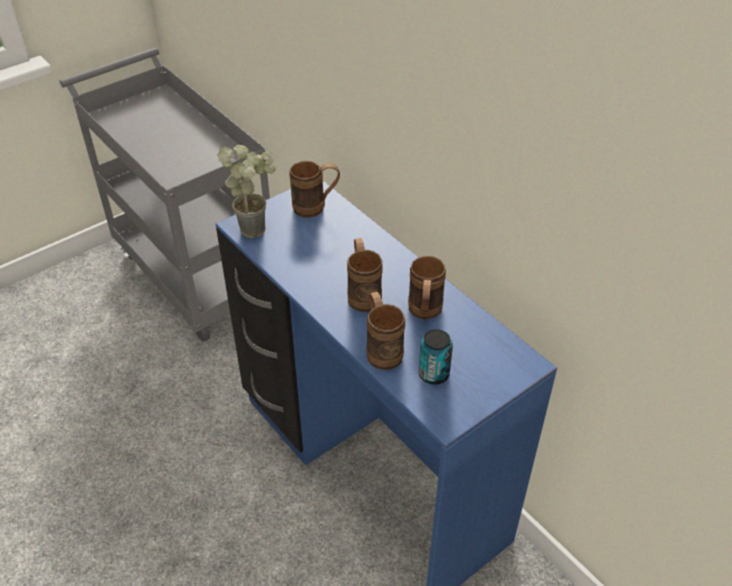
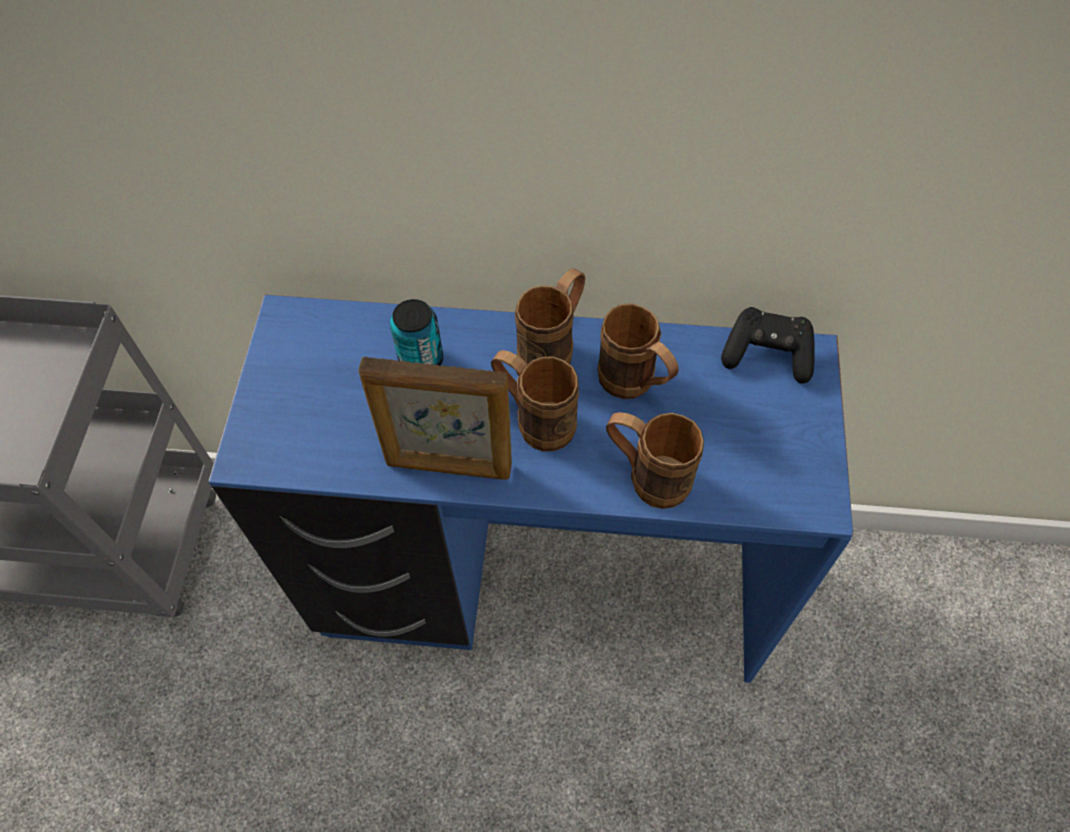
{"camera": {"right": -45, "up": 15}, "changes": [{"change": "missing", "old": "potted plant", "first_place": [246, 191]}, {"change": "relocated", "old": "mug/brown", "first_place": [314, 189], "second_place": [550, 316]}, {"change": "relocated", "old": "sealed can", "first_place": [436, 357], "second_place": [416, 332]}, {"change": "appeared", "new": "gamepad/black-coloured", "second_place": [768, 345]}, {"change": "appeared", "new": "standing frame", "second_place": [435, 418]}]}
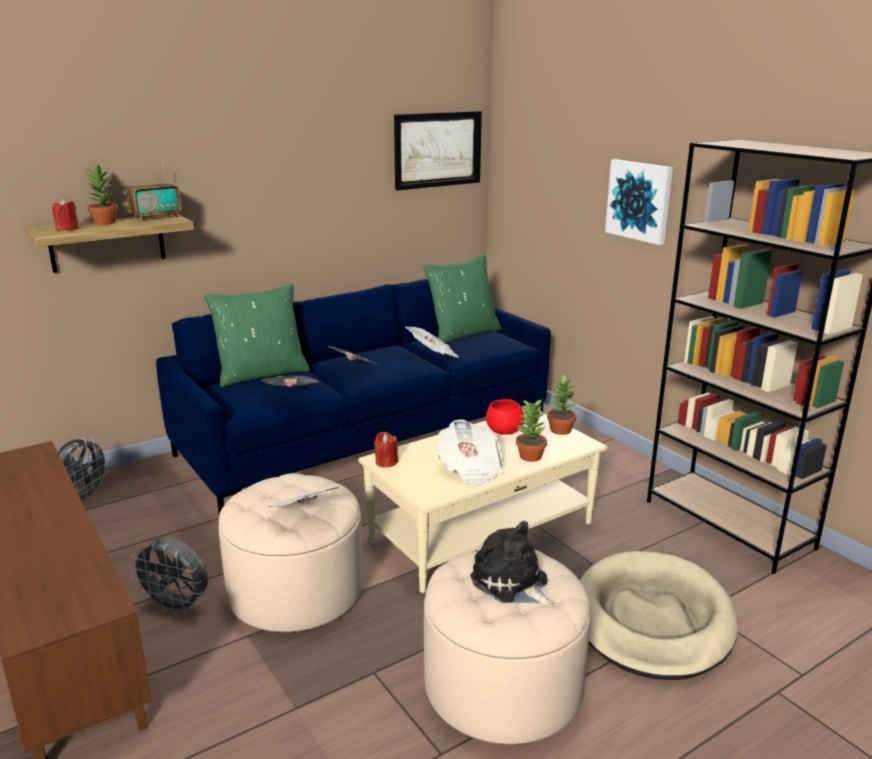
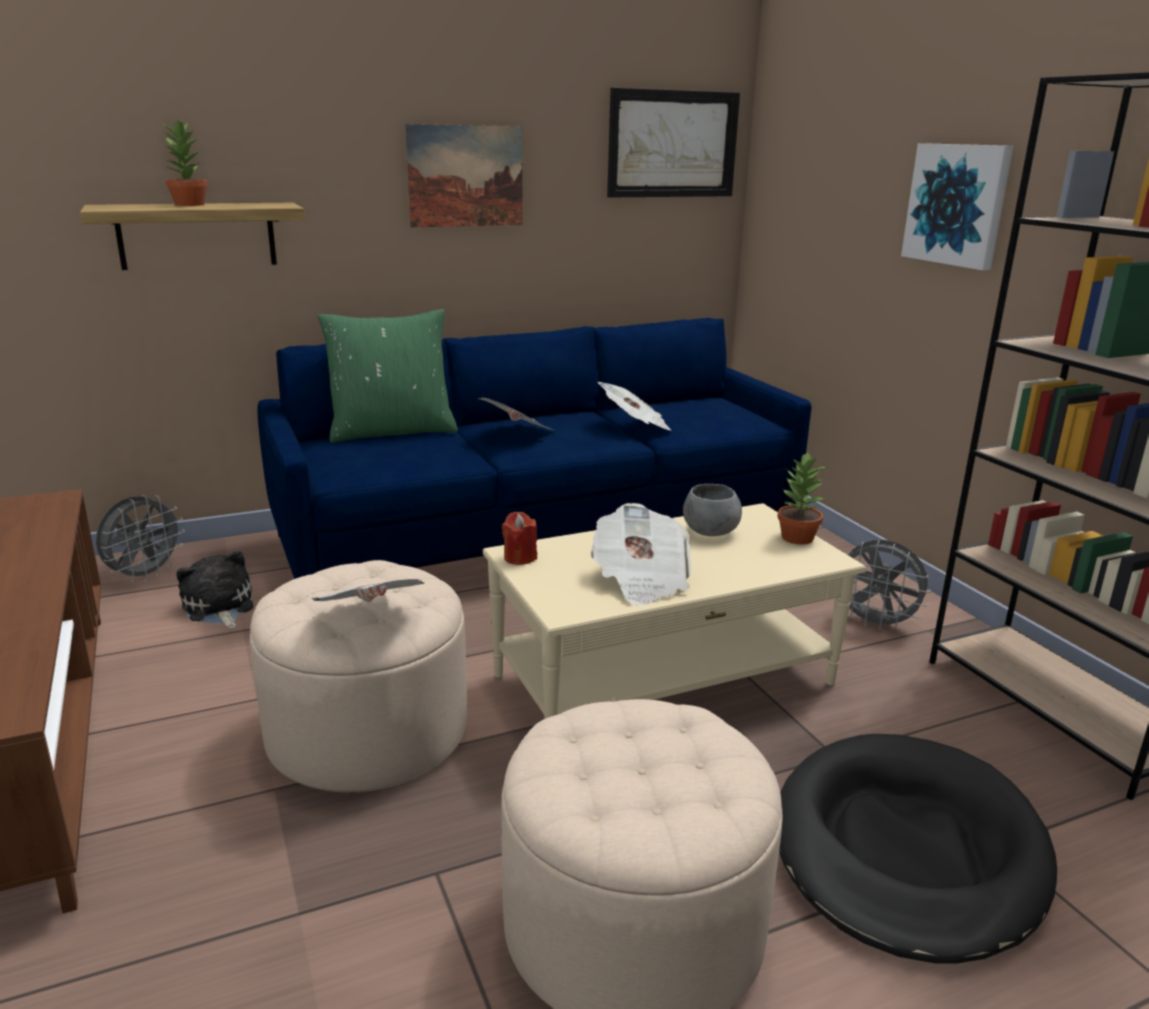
{"camera": {"right": 10, "up": 0}, "changes": [{"change": "missing", "old": "radio set", "first_place": [154, 190]}, {"change": "missing", "old": "candle/reddish", "first_place": [65, 215]}, {"change": "missing", "old": "pillow/green", "first_place": [462, 299]}, {"change": "missing", "old": "daily paper", "first_place": [290, 381]}, {"change": "colour", "old": "deep dish/reddish", "new": "deep dish/greyish", "first_place": [505, 417], "second_place": [712, 510]}, {"change": "missing", "old": "potted plant", "first_place": [532, 430]}, {"change": "relocated", "old": "soft toy", "first_place": [512, 564], "second_place": [215, 590]}, {"change": "relocated", "old": "cooling fan/greyish", "first_place": [168, 576], "second_place": [889, 585]}, {"change": "colour", "old": "dog cushion/sand-coloured", "new": "dog cushion/black-coloured", "first_place": [659, 615], "second_place": [918, 849]}, {"change": "appeared", "new": "wall art", "second_place": [464, 175]}]}
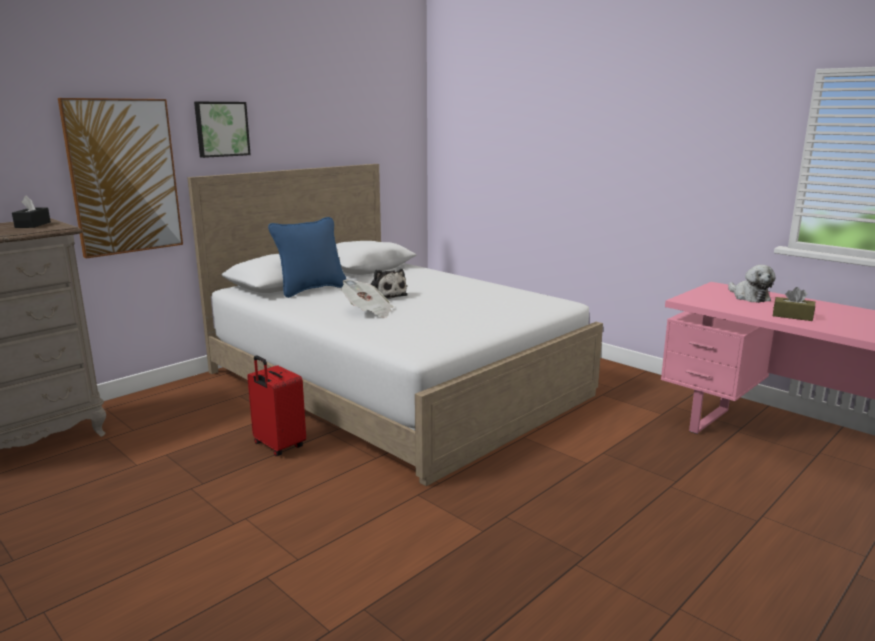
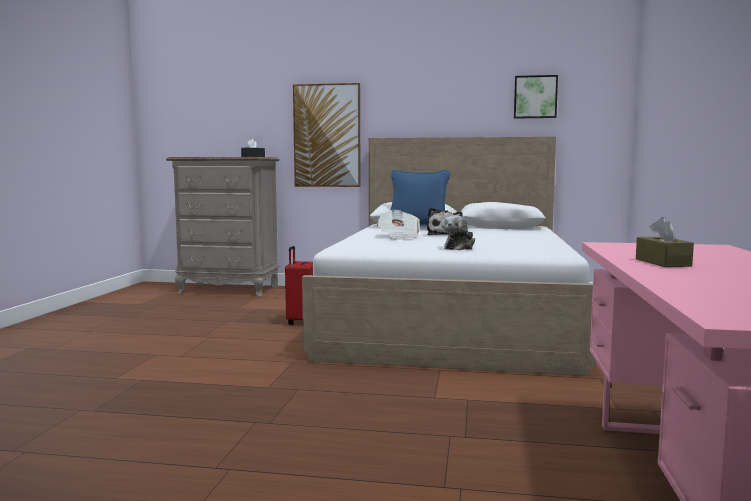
{"camera": {"right": 55, "up": -10}, "changes": [{"change": "relocated", "old": "wall art", "first_place": [222, 130], "second_place": [536, 97]}, {"change": "relocated", "old": "soft toy", "first_place": [751, 284], "second_place": [459, 232]}]}
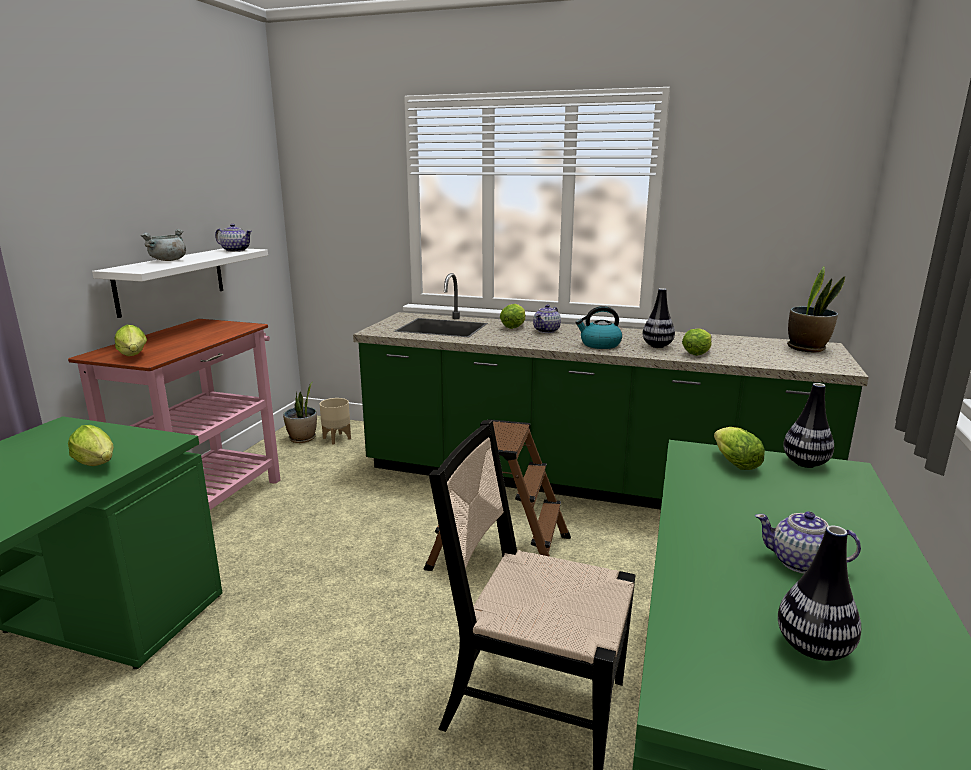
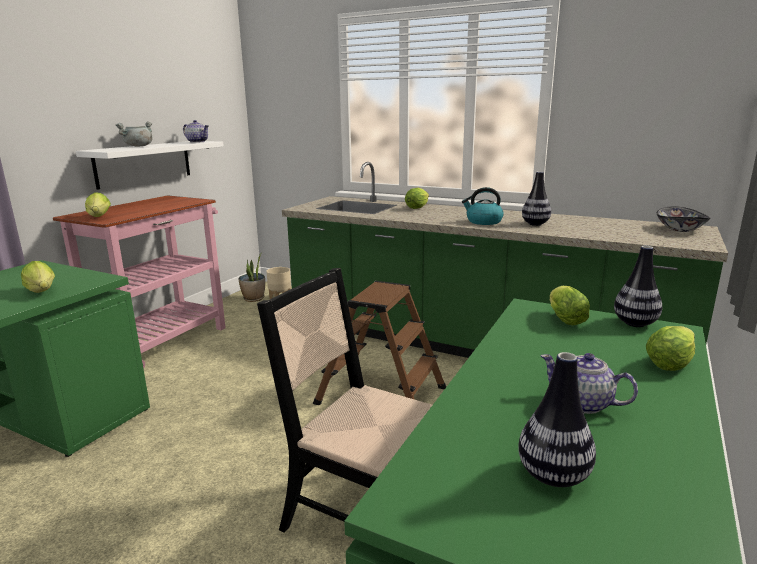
{"camera": {"right": 10, "up": 0}, "changes": [{"change": "exchanged", "old": "potted plant", "new": "deep dish", "first_place": [816, 310], "second_place": [683, 219]}, {"change": "missing", "old": "pot for tea", "first_place": [547, 318]}, {"change": "relocated", "old": "head of lettuce", "first_place": [697, 342], "second_place": [670, 348]}]}
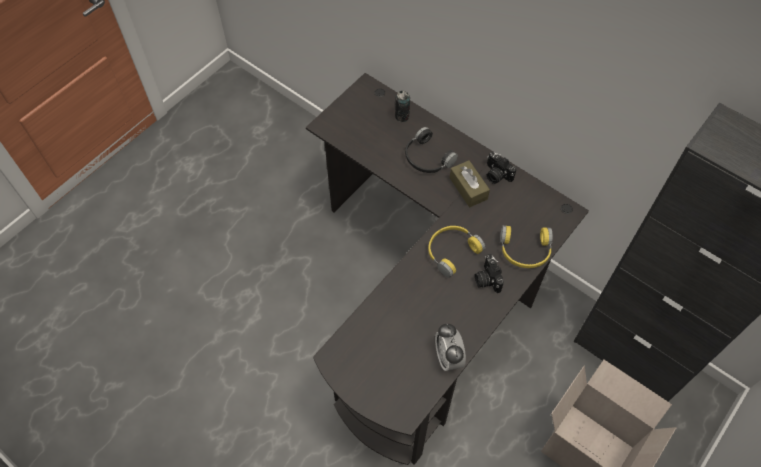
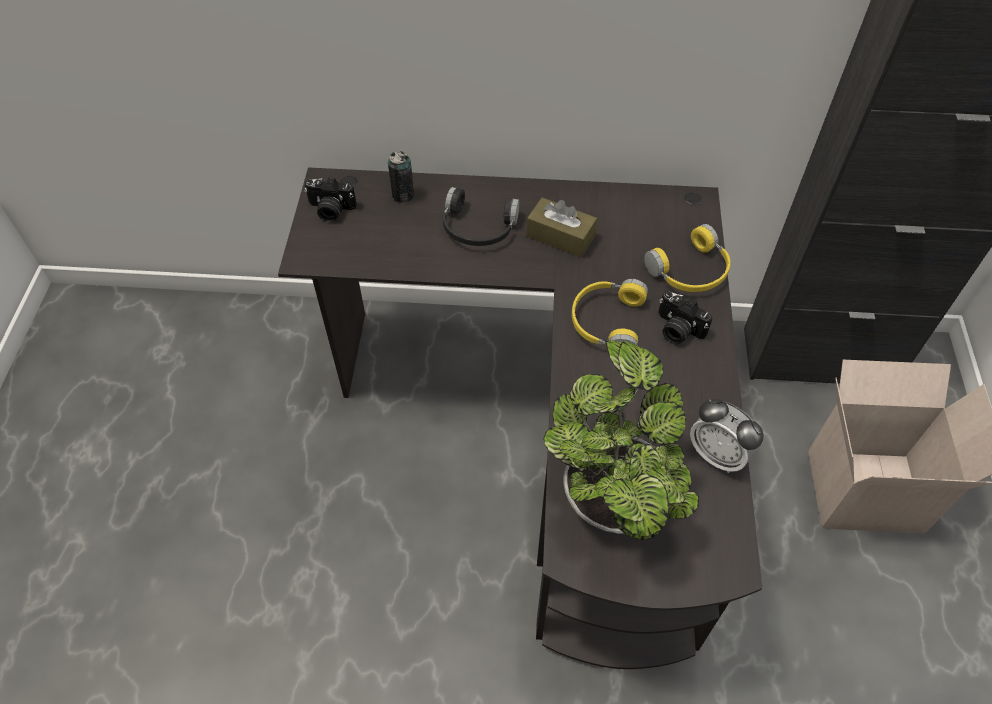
{"camera": {"right": -35, "up": -5}, "changes": [{"change": "relocated", "old": "still camera", "first_place": [501, 168], "second_place": [330, 199]}, {"change": "appeared", "new": "potted plant", "second_place": [621, 440]}]}
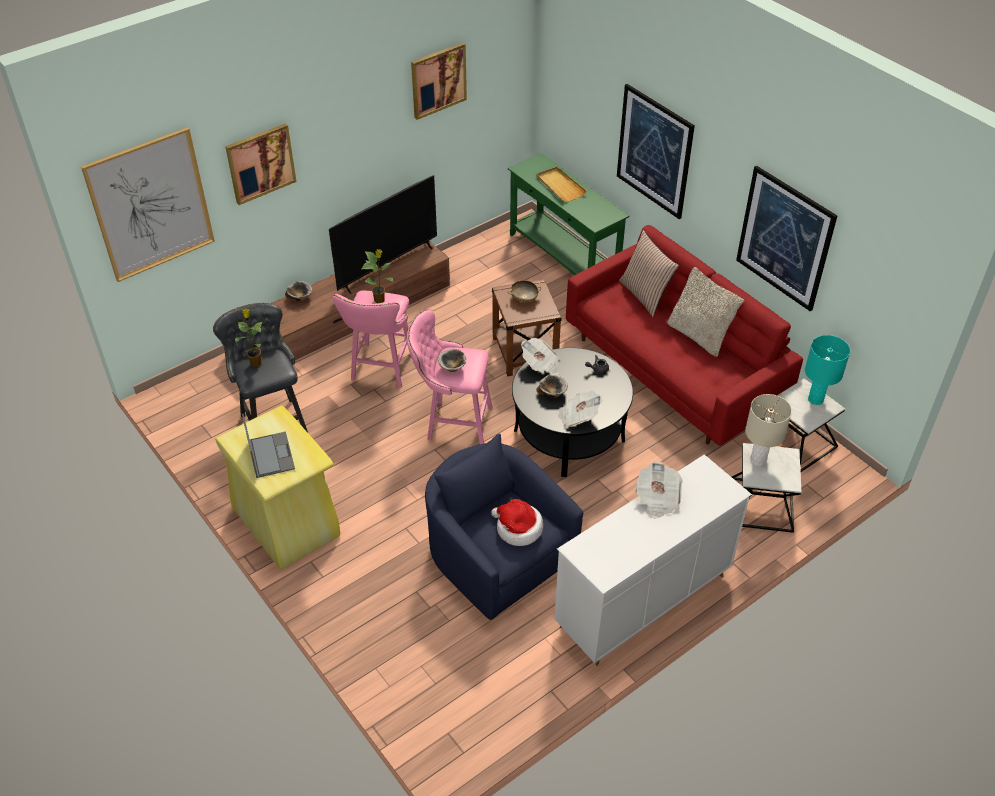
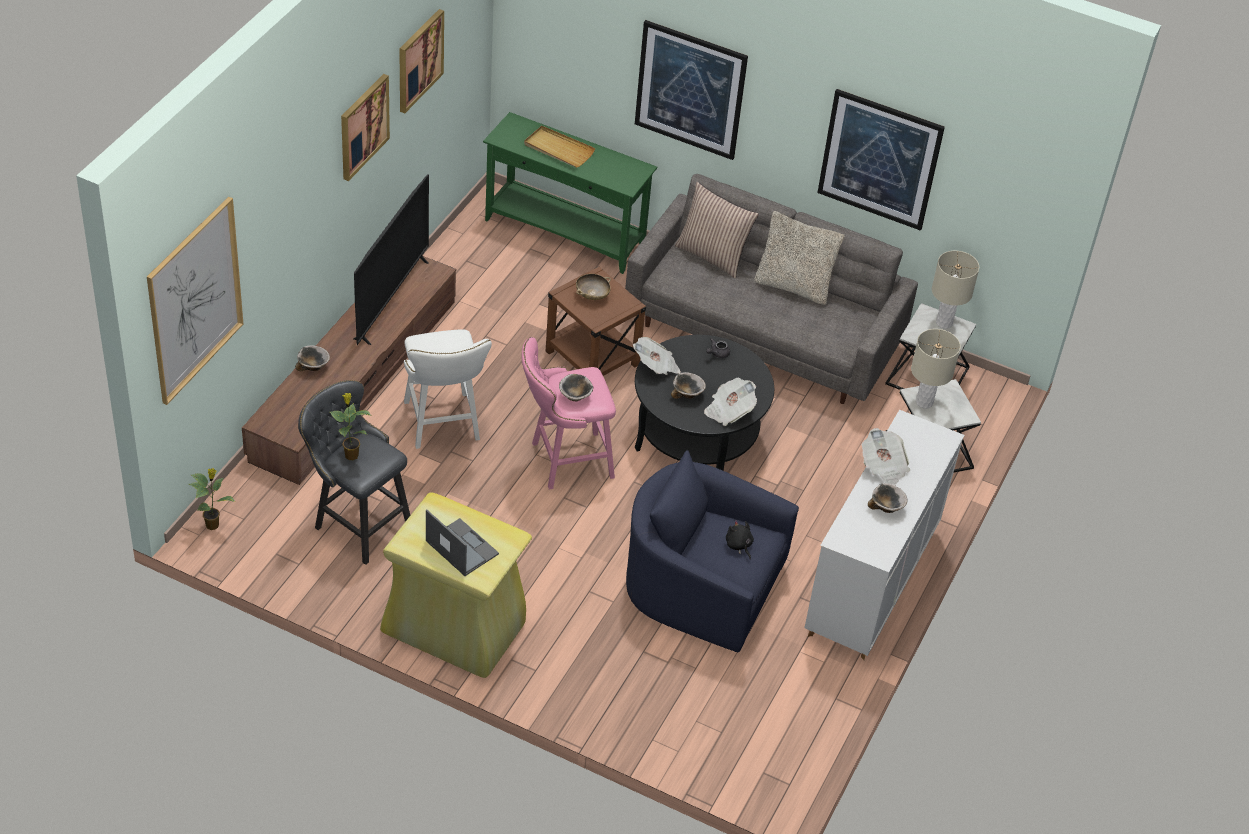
{"camera": {"right": -30, "up": 0}, "changes": [{"change": "relocated", "old": "wall art", "first_place": [261, 164], "second_place": [365, 127]}, {"change": "colour", "old": "sofa/reddish", "new": "sofa/greyish", "first_place": [684, 335], "second_place": [771, 289]}, {"change": "relocated", "old": "potted plant", "first_place": [377, 276], "second_place": [212, 499]}, {"change": "colour", "old": "stool seat/pink", "new": "stool seat/white", "first_place": [370, 338], "second_place": [448, 389]}, {"change": "colour", "old": "table lamp/turquoise-coloured", "new": "table lamp/sand-coloured", "first_place": [827, 370], "second_place": [955, 290]}, {"change": "exchanged", "old": "clothing hat", "new": "soft toy/black-coloured", "first_place": [517, 522], "second_place": [740, 540]}, {"change": "appeared", "new": "deep dish", "second_place": [887, 498]}]}
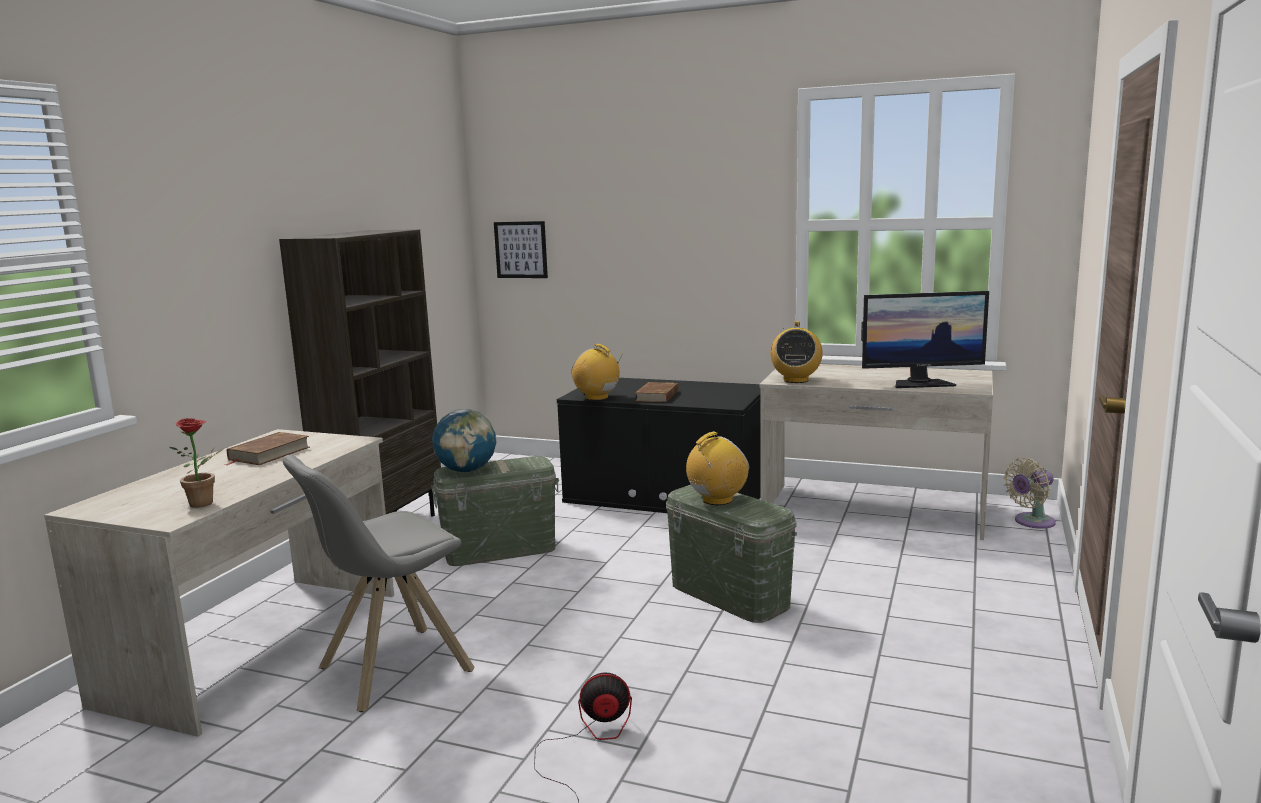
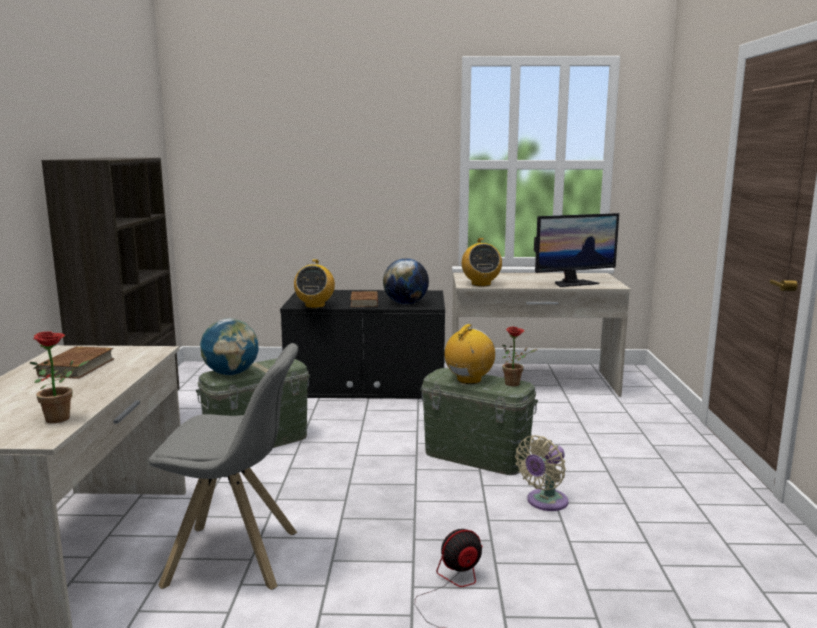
{"camera": {"right": -20, "up": 0}, "changes": [{"change": "missing", "old": "wall art", "first_place": [521, 249]}, {"change": "spun", "old": "radio set", "first_place": [597, 372], "second_place": [314, 283], "degrees": -105}, {"change": "spun", "old": "plain chair/greyish", "first_place": [378, 583], "second_place": [223, 466], "degrees": -120}, {"change": "relocated", "old": "cooling fan/sand-coloured", "first_place": [1030, 493], "second_place": [541, 473]}, {"change": "appeared", "new": "world globe", "second_place": [406, 281]}, {"change": "appeared", "new": "potted plant", "second_place": [519, 356]}]}
